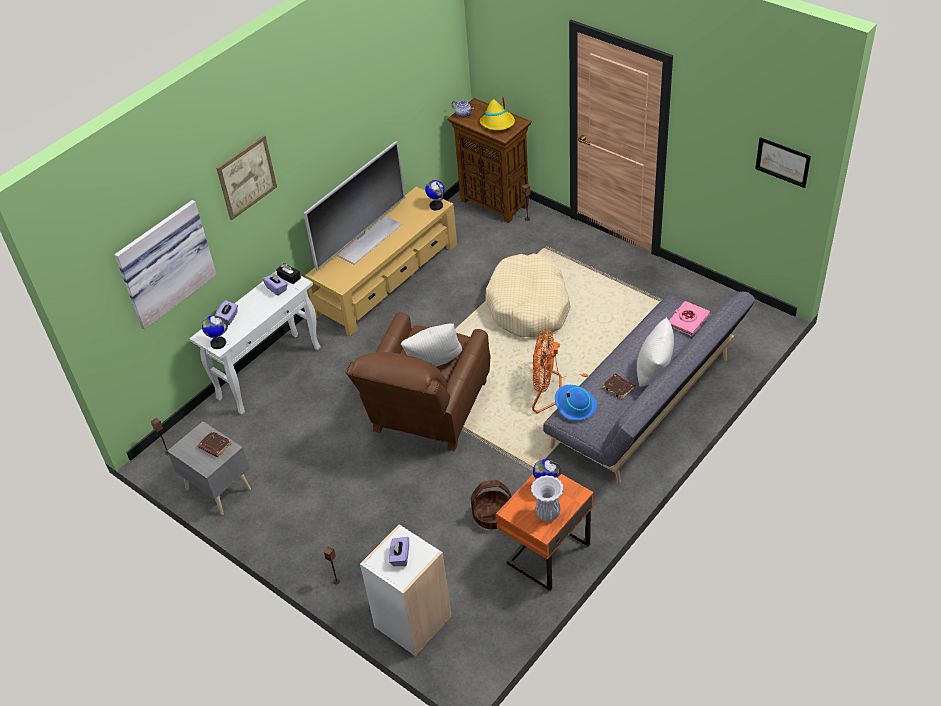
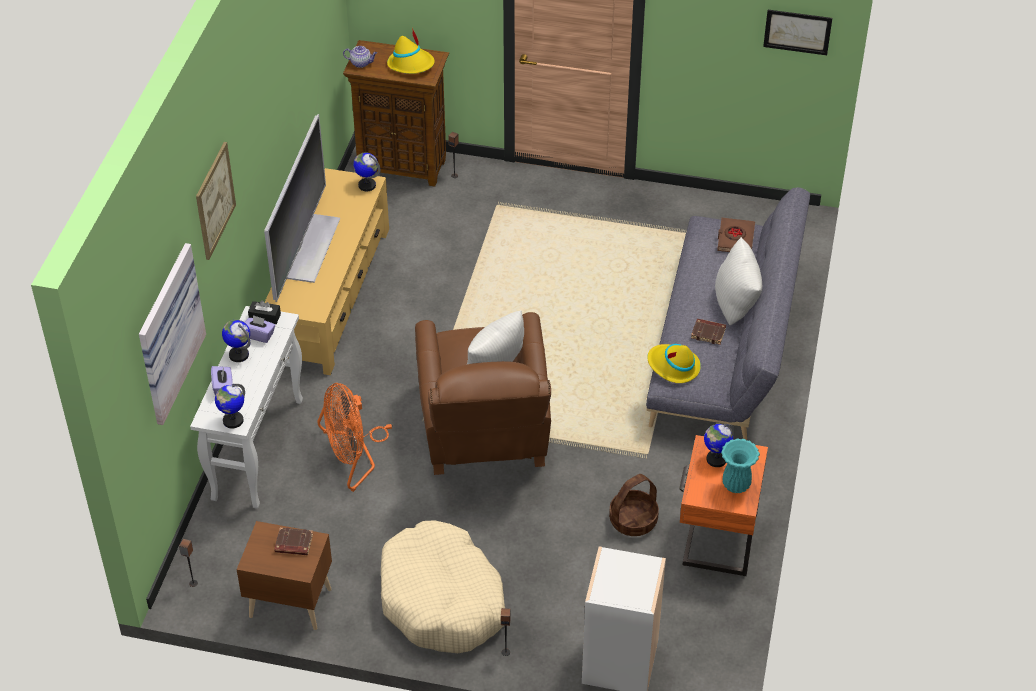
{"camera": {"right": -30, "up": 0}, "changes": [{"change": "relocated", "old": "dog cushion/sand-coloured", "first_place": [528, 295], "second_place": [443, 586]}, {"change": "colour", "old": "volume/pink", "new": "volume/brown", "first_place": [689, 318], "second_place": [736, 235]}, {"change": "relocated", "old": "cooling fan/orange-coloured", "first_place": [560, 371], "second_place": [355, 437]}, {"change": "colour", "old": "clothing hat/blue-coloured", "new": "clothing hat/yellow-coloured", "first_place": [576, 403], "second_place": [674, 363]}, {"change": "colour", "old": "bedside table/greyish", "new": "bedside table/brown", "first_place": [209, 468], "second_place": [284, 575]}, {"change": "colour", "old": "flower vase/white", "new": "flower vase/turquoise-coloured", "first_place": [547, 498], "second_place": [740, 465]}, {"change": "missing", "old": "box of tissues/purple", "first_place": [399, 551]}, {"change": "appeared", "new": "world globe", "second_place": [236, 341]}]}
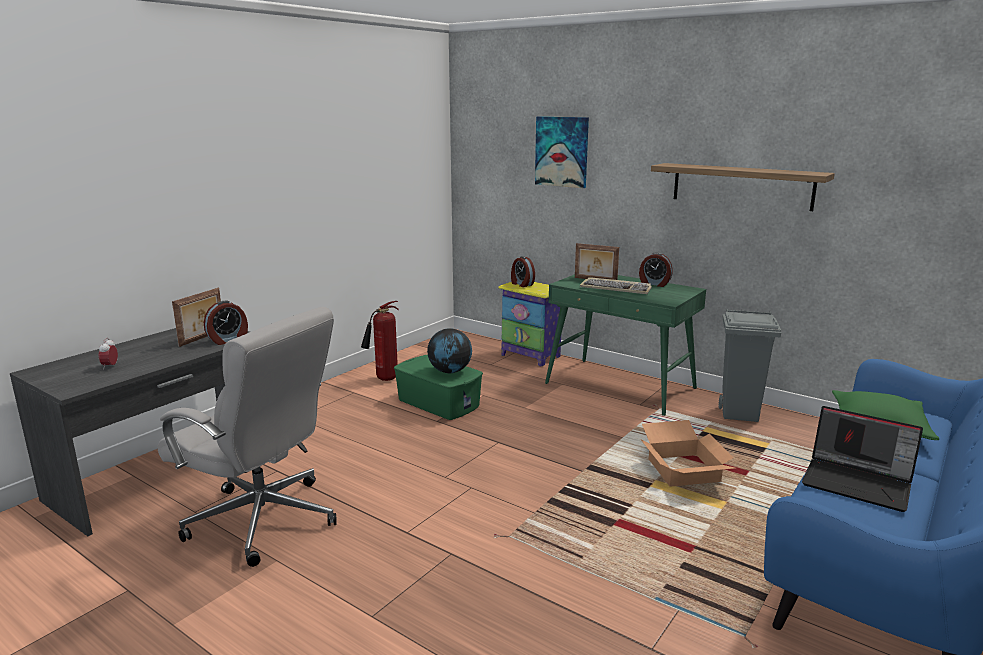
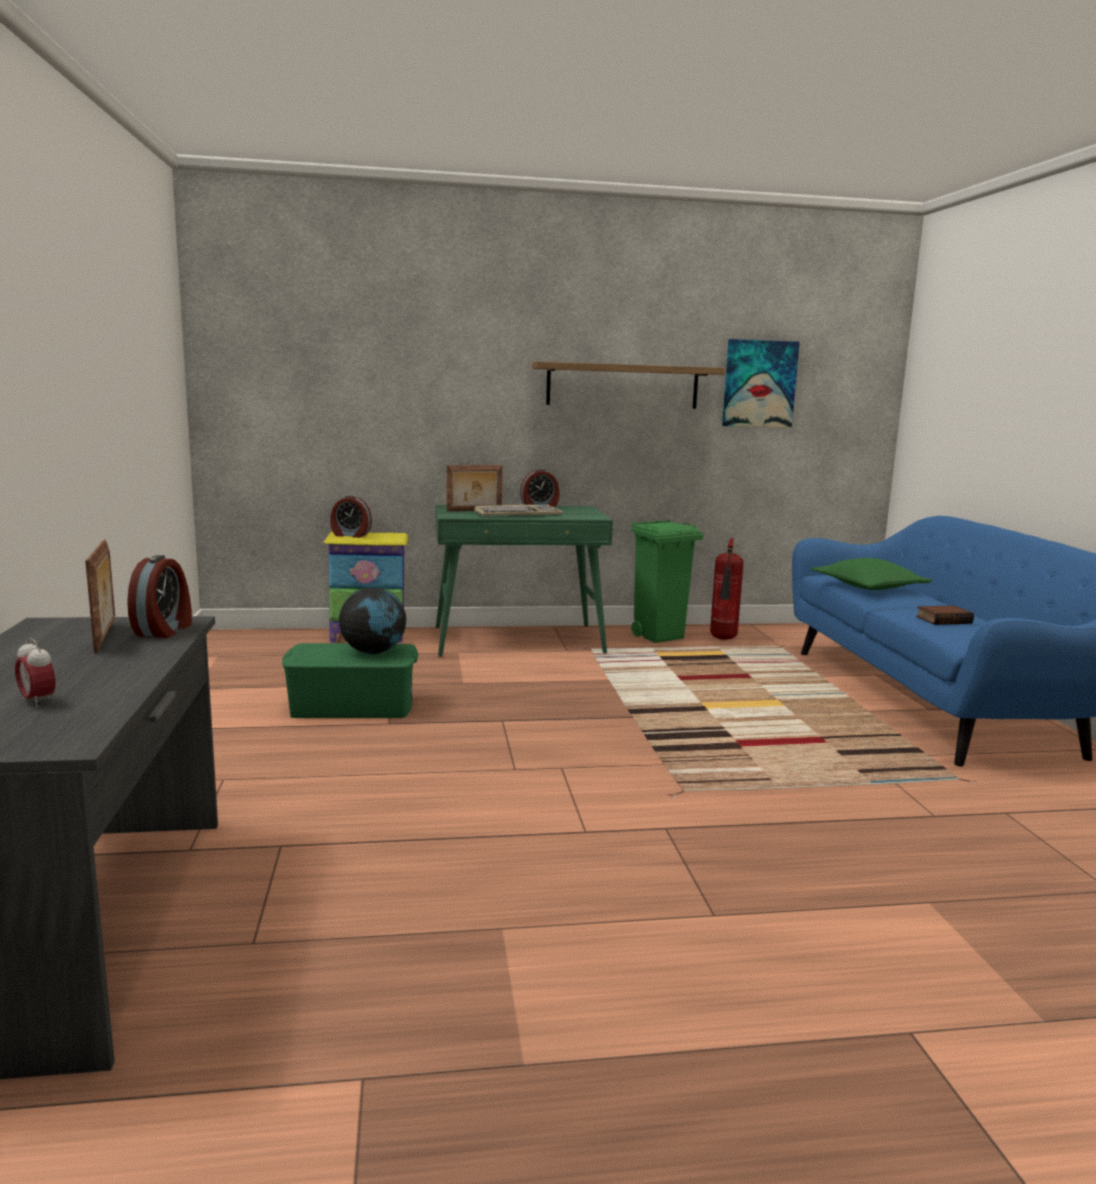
{"camera": {"right": -45, "up": -5}, "changes": [{"change": "relocated", "old": "wall art", "first_place": [562, 152], "second_place": [761, 383]}, {"change": "relocated", "old": "fire extinguisher", "first_place": [380, 341], "second_place": [727, 589]}, {"change": "missing", "old": "computer chair/greyish", "first_place": [247, 437]}, {"change": "colour", "old": "waste bin/greyish", "new": "waste bin/green", "first_place": [750, 366], "second_place": [667, 581]}, {"change": "exchanged", "old": "laptop", "new": "volume", "first_place": [862, 459], "second_place": [945, 615]}, {"change": "missing", "old": "carton", "first_place": [687, 453]}]}
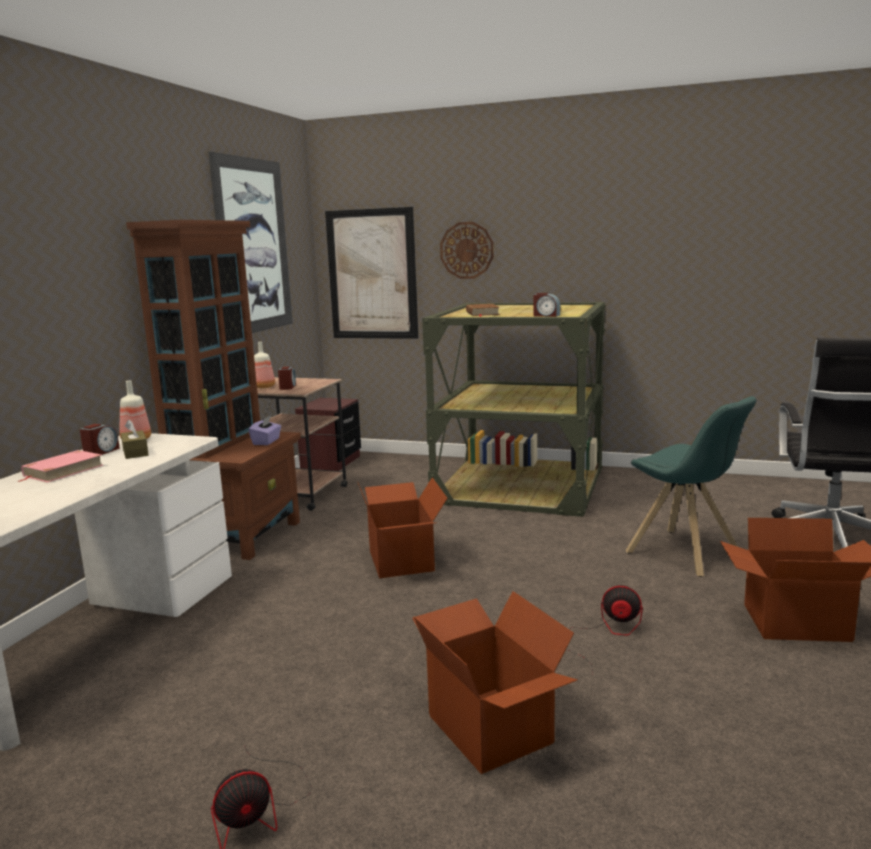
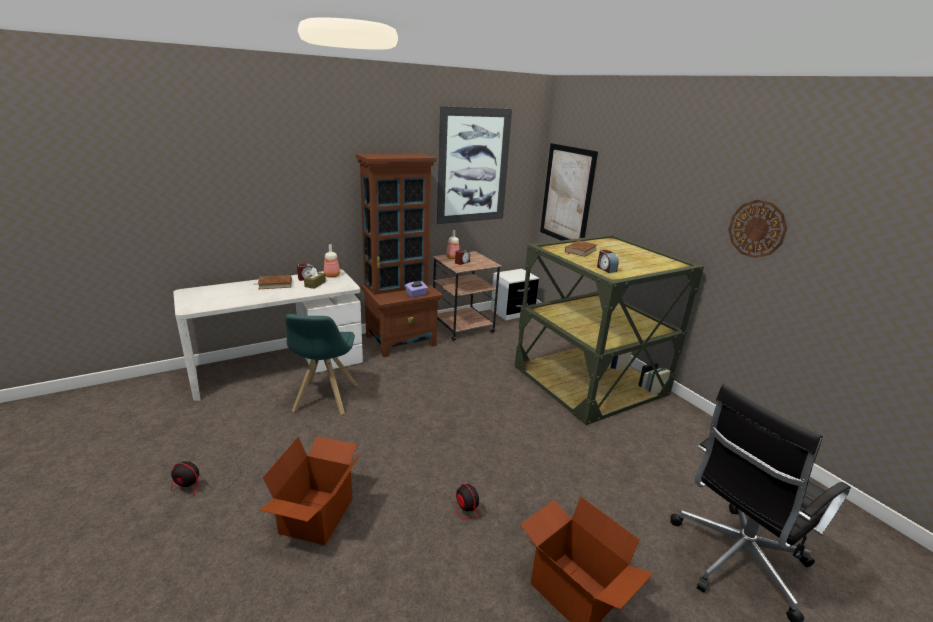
{"camera": {"right": 40, "up": 10}, "changes": [{"change": "relocated", "old": "clock on the wall", "first_place": [467, 250], "second_place": [757, 229]}, {"change": "relocated", "old": "plain chair/turquoise-coloured", "first_place": [691, 486], "second_place": [321, 364]}, {"change": "colour", "old": "bedside table/brown", "new": "bedside table/white", "first_place": [328, 434], "second_place": [515, 294]}, {"change": "colour", "old": "volume/pink", "new": "volume/brown", "first_place": [60, 466], "second_place": [275, 282]}, {"change": "missing", "old": "carton", "first_place": [403, 527]}]}
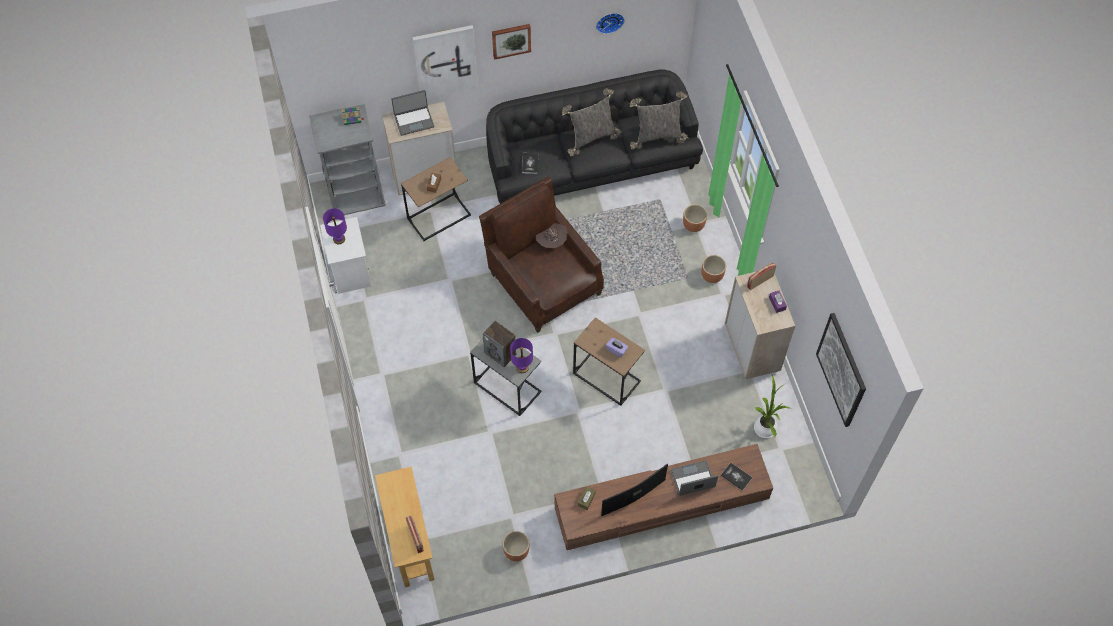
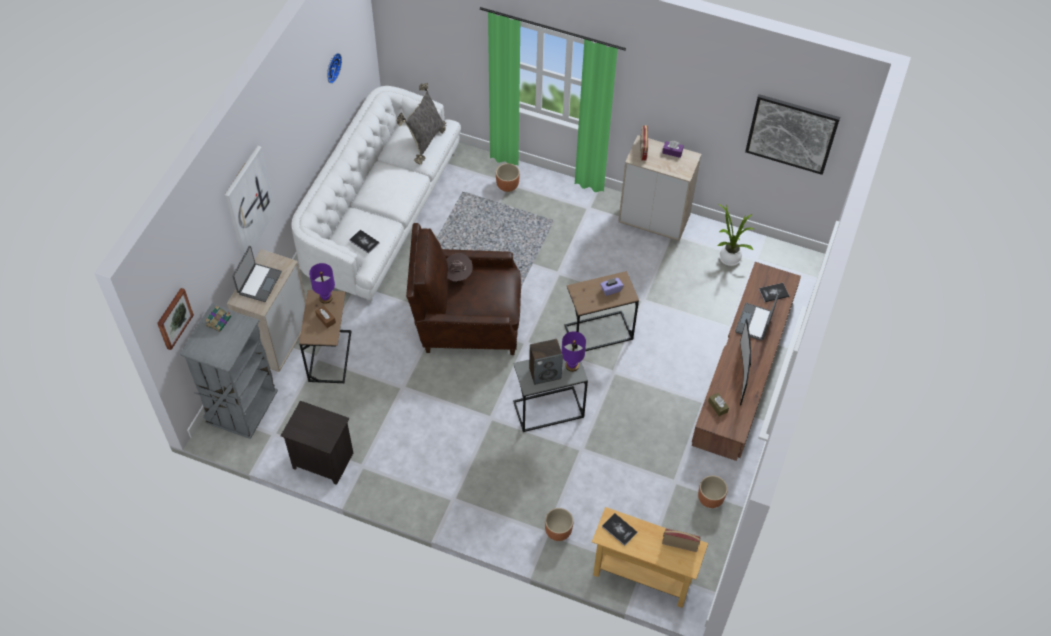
{"camera": {"right": -55, "up": -5}, "changes": [{"change": "relocated", "old": "wall art", "first_place": [511, 42], "second_place": [175, 319]}, {"change": "colour", "old": "sofa/black-coloured", "new": "sofa/white", "first_place": [594, 136], "second_place": [376, 194]}, {"change": "missing", "old": "pillow", "first_place": [591, 122]}, {"change": "relocated", "old": "table lamp/purple", "first_place": [335, 226], "second_place": [322, 283]}, {"change": "colour", "old": "bedside table/white", "new": "bedside table/black-coloured", "first_place": [345, 255], "second_place": [317, 443]}, {"change": "relocated", "old": "flower pot/brown", "first_place": [713, 269], "second_place": [559, 524]}, {"change": "appeared", "new": "volume", "second_place": [620, 529]}]}
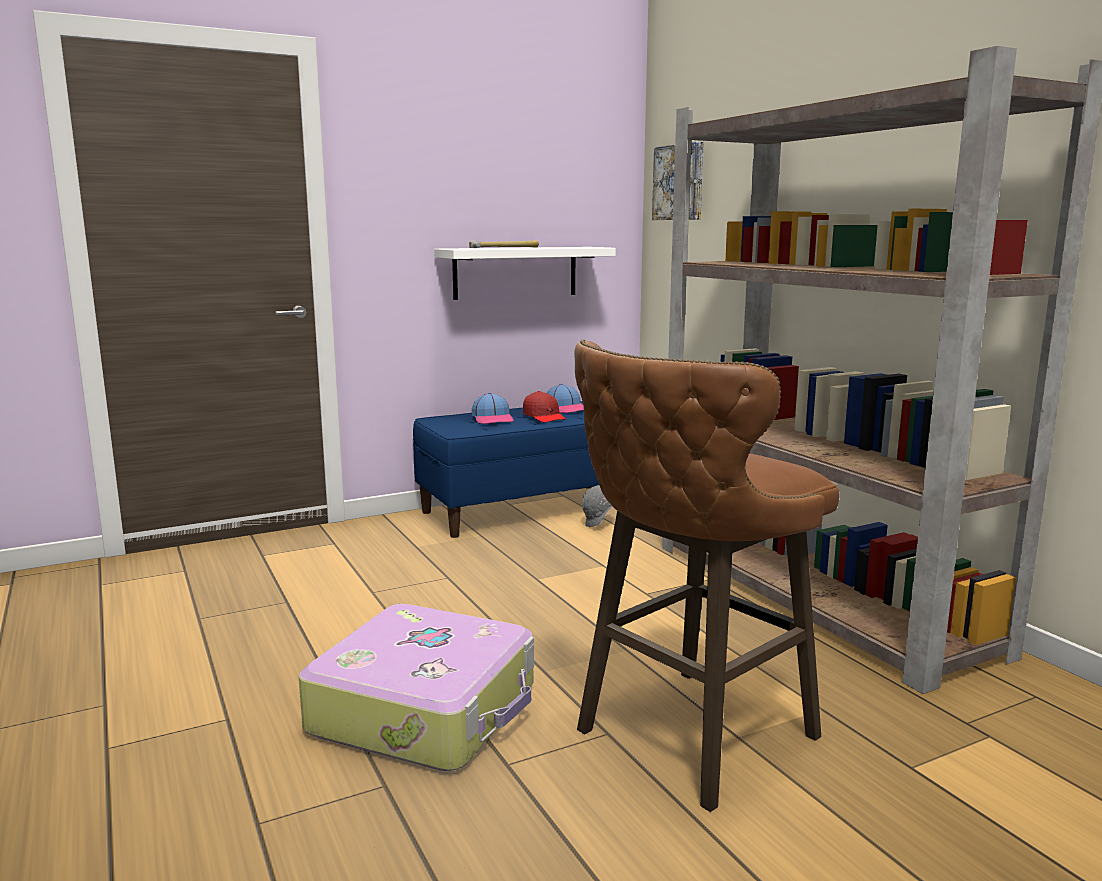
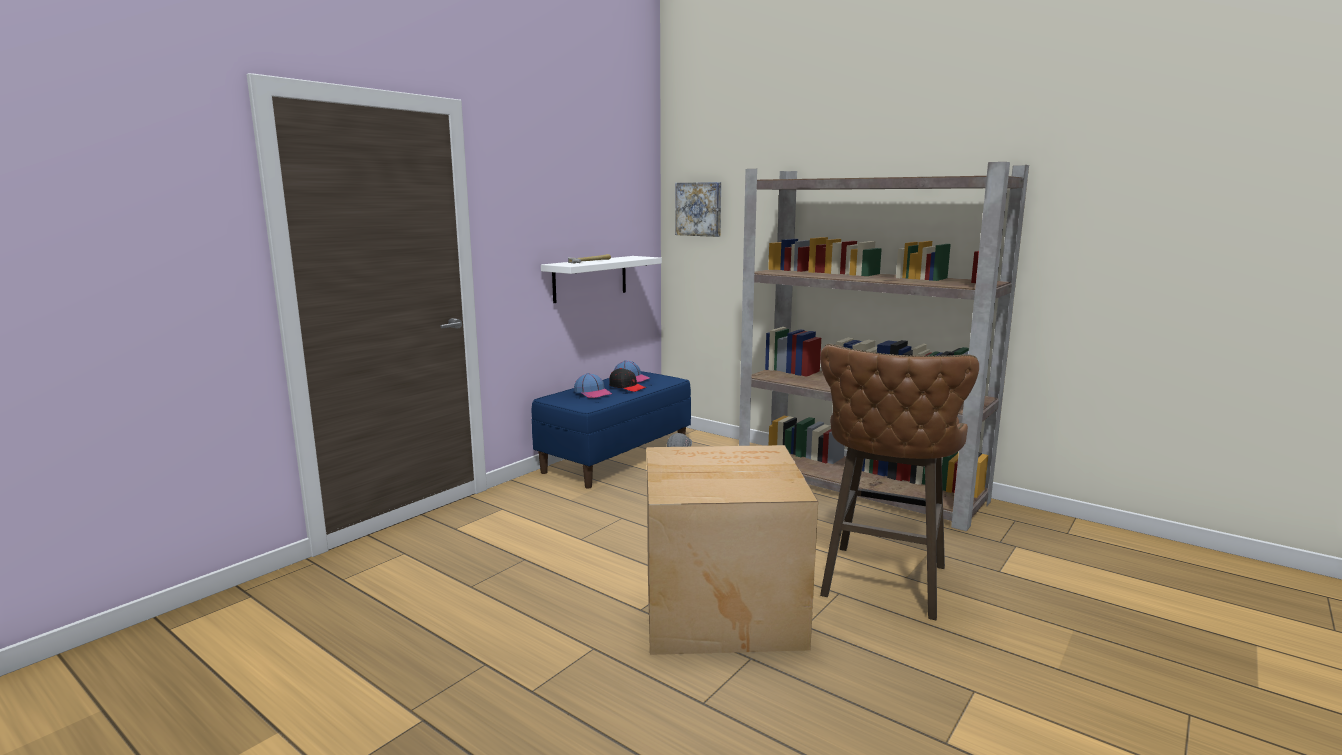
{"camera": {"right": -25, "up": 0}, "changes": [{"change": "colour", "old": "cap/reddish", "new": "cap/black-coloured", "first_place": [544, 406], "second_place": [627, 380]}, {"change": "exchanged", "old": "travel case", "new": "carton", "first_place": [416, 687], "second_place": [732, 550]}]}
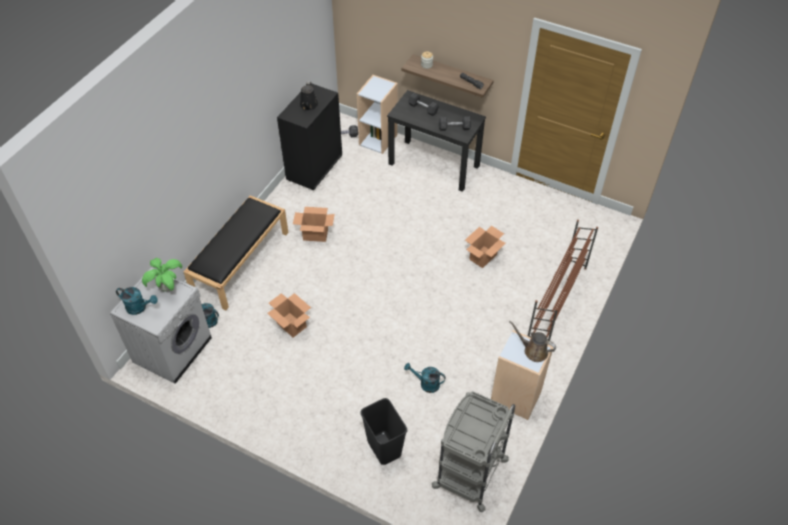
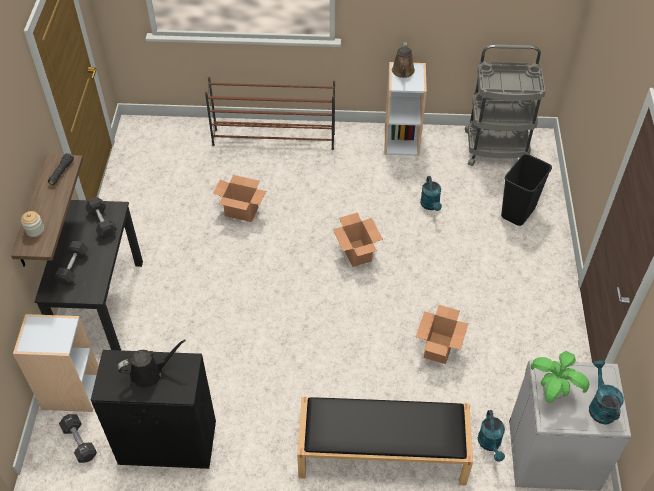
{"camera": {"right": -115, "up": 0}, "changes": [{"change": "relocated", "old": "carton", "first_place": [314, 224], "second_place": [358, 240]}]}
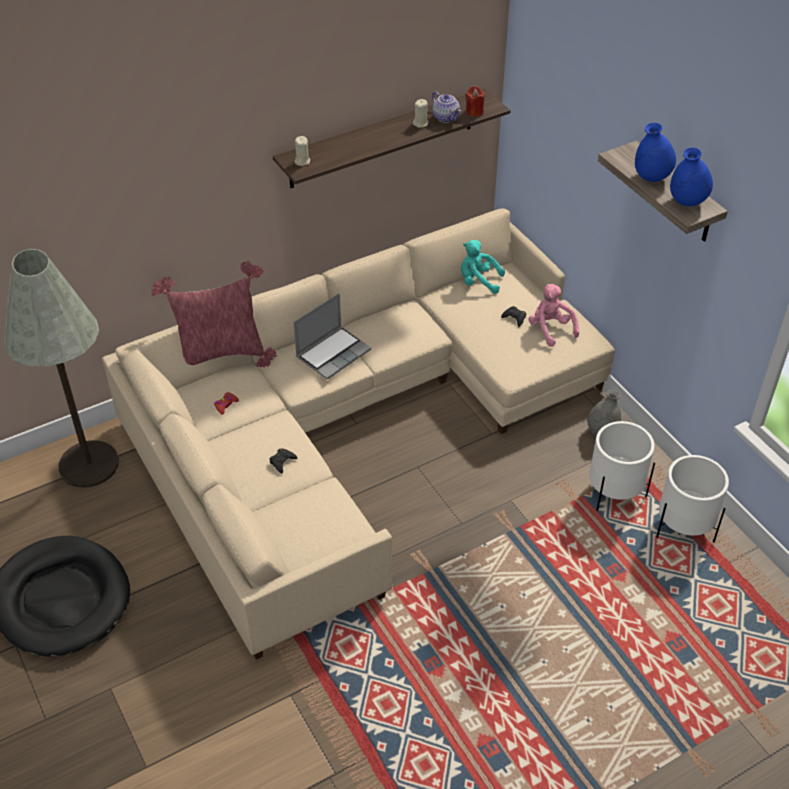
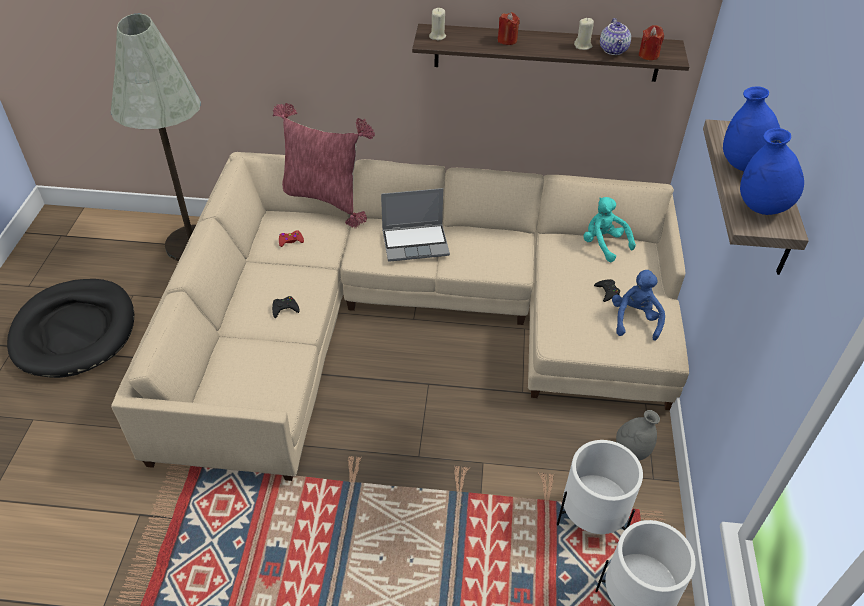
{"camera": {"right": 35, "up": 0}, "changes": [{"change": "colour", "old": "soft toy/pink", "new": "soft toy/blue-coloured", "first_place": [553, 315], "second_place": [638, 305]}, {"change": "appeared", "new": "candle/reddish", "second_place": [508, 28]}]}
